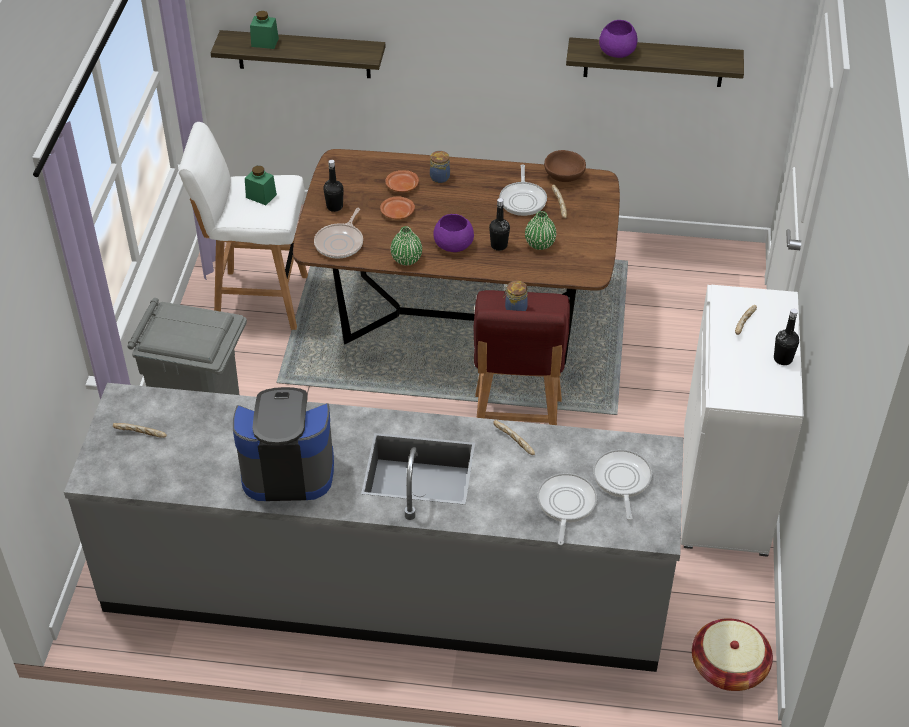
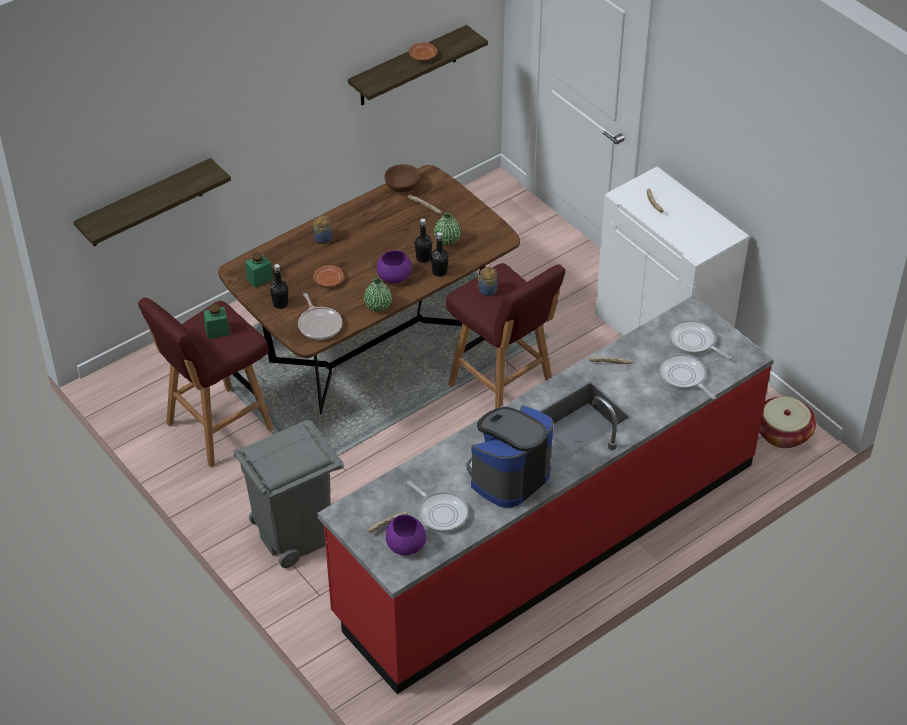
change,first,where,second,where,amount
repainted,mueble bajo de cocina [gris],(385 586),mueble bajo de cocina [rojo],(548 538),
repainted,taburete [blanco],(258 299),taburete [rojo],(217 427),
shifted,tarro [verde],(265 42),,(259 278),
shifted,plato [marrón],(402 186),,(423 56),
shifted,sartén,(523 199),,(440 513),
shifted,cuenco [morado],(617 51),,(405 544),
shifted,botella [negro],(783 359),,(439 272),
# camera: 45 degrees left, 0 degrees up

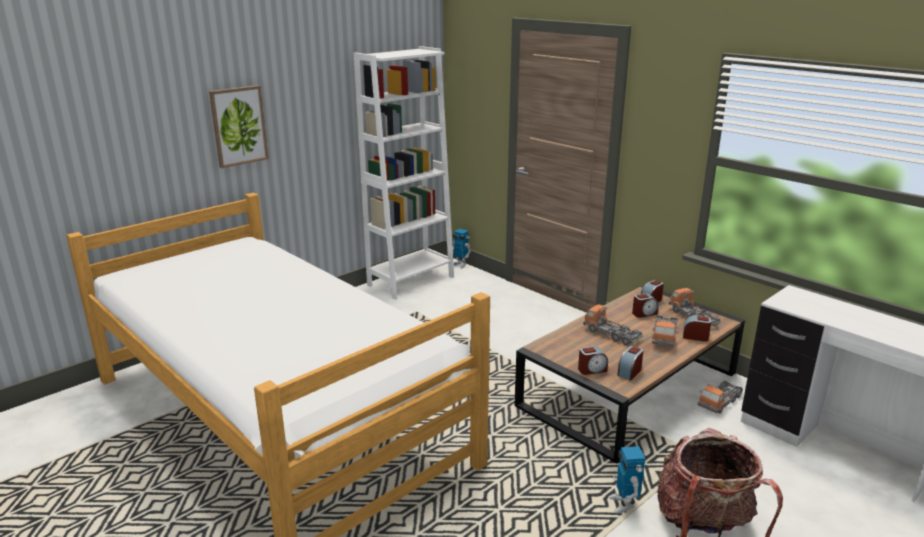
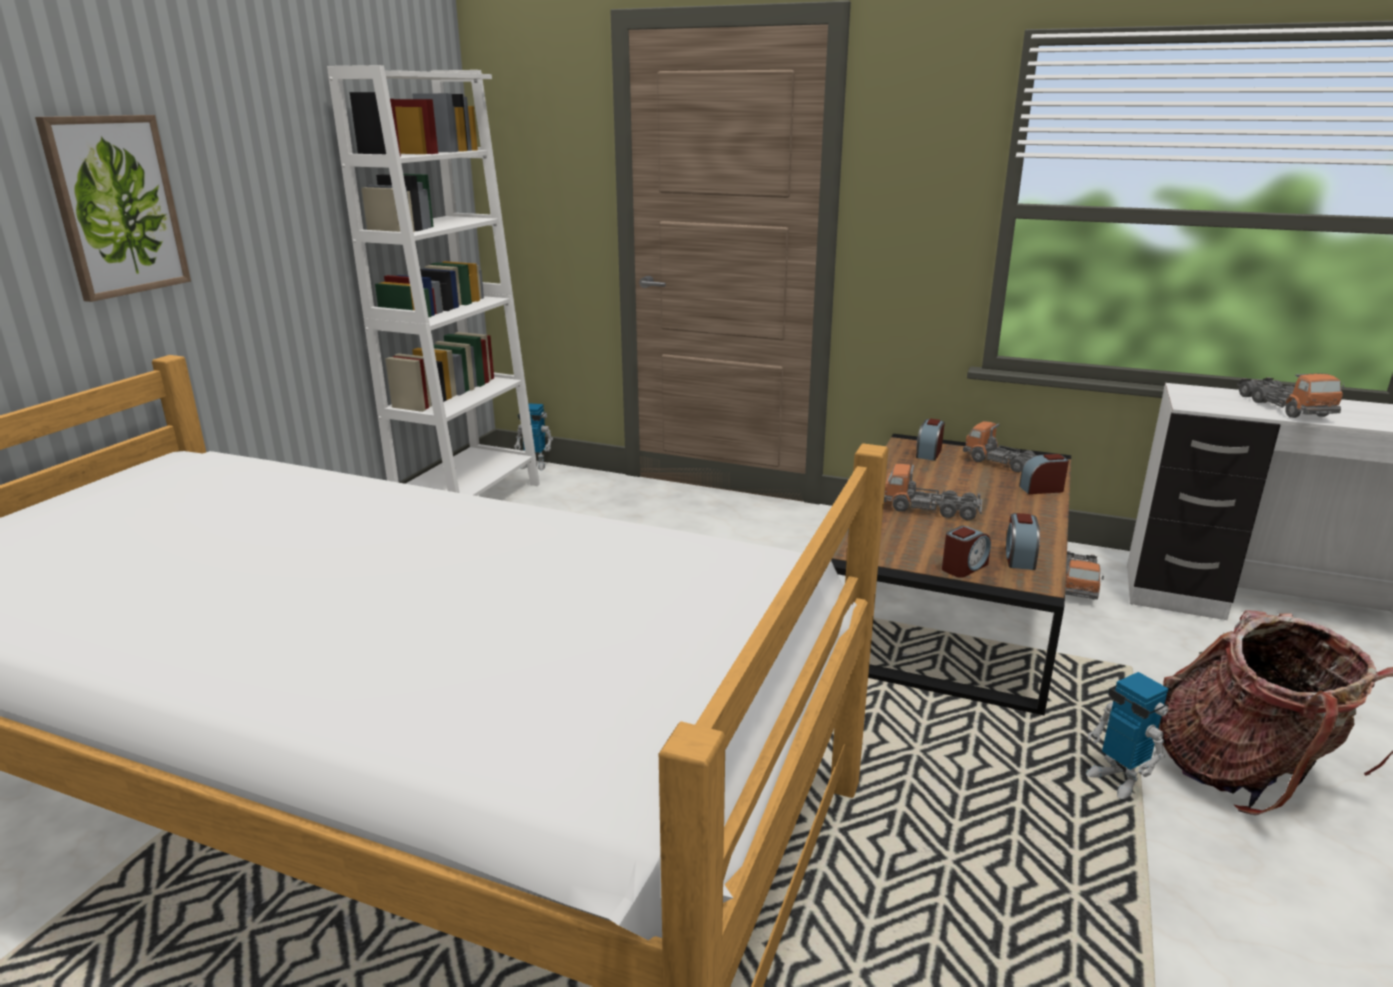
change,first,where,second,where,amount
gone,despertador,(644 313),,,
shifted,camión de juguete,(664 336),,(1283 407),
# camera: 25 degrees left, 0 degrees up

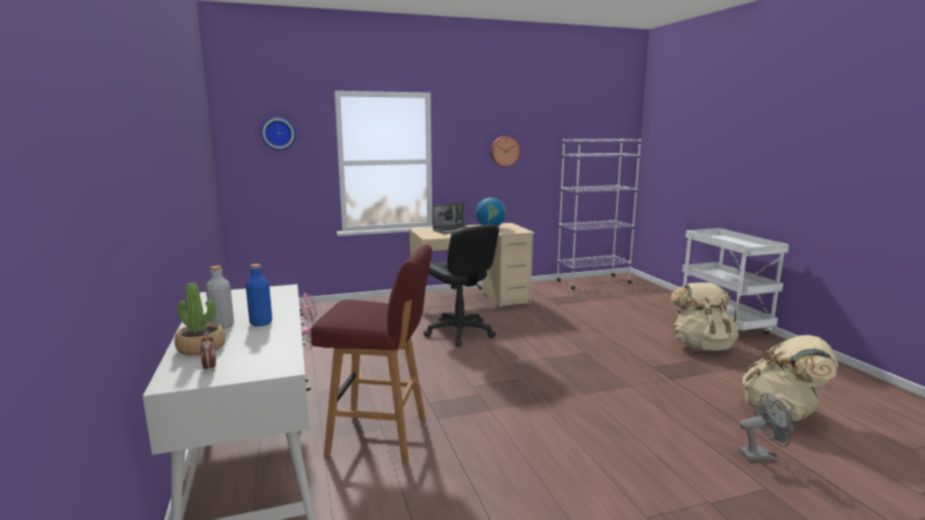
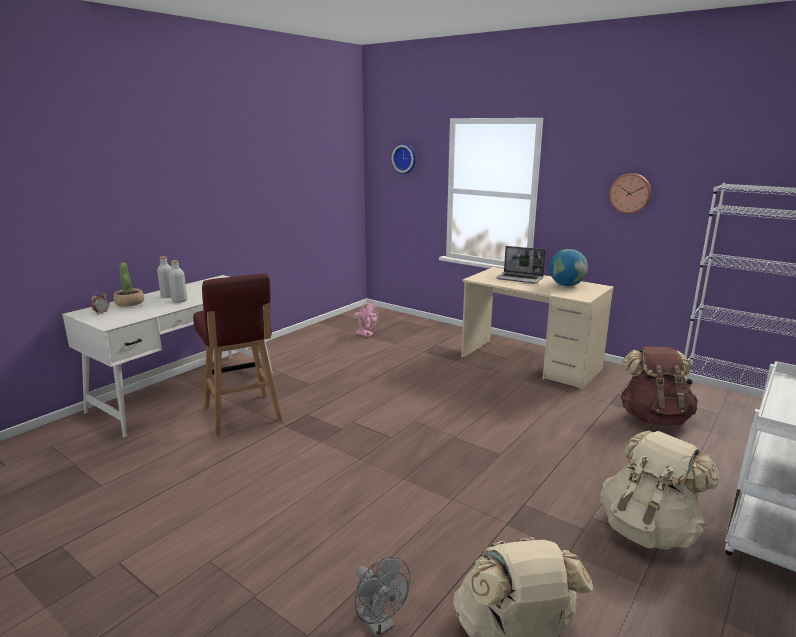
change,first,where,second,where,amount
repainted,botella [azul],(261 323),botella [gris],(179 301),
gone,silla de oficina [negro],(459 332),,,
new,,,mochila [marrón],(654 418),
# camera: 55 degrees right, 5 degrees up

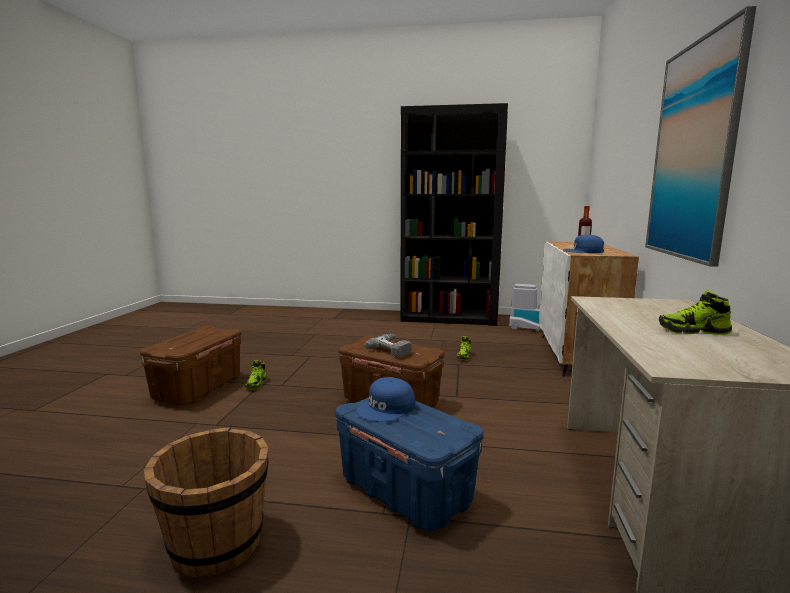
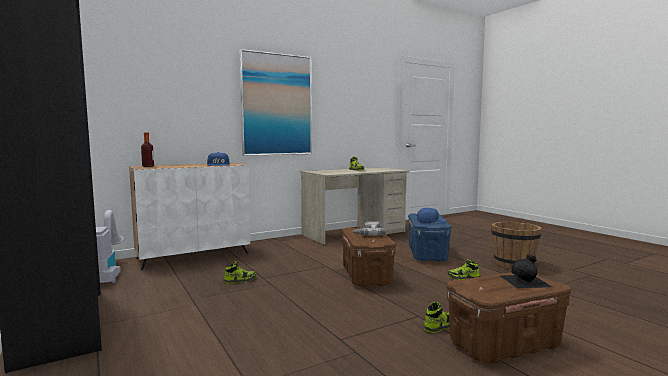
change,first,where,second,where,amount
new,,,zapato,(463 278),
new,,,botella [negro],(526 281),
# camera: 130 degrees left, 5 degrees down

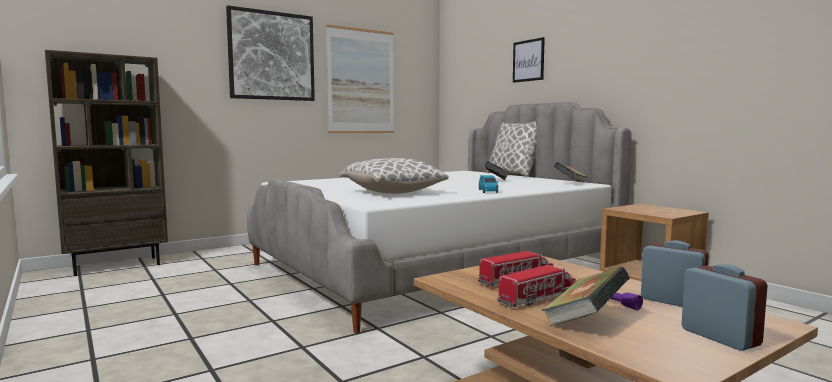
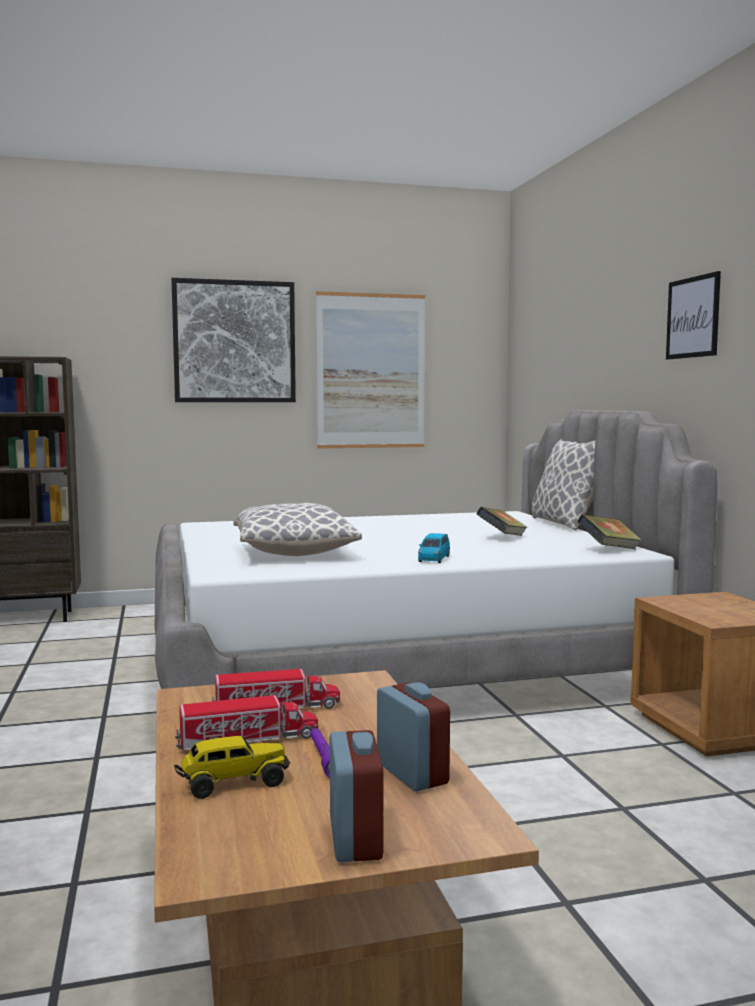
change,first,where,second,where,amount
shifted,cuadro,(528 60),,(693 317),
swapped,libro,(585 321),camión de juguete,(233 783),
# camera: 20 degrees right, 0 degrees up

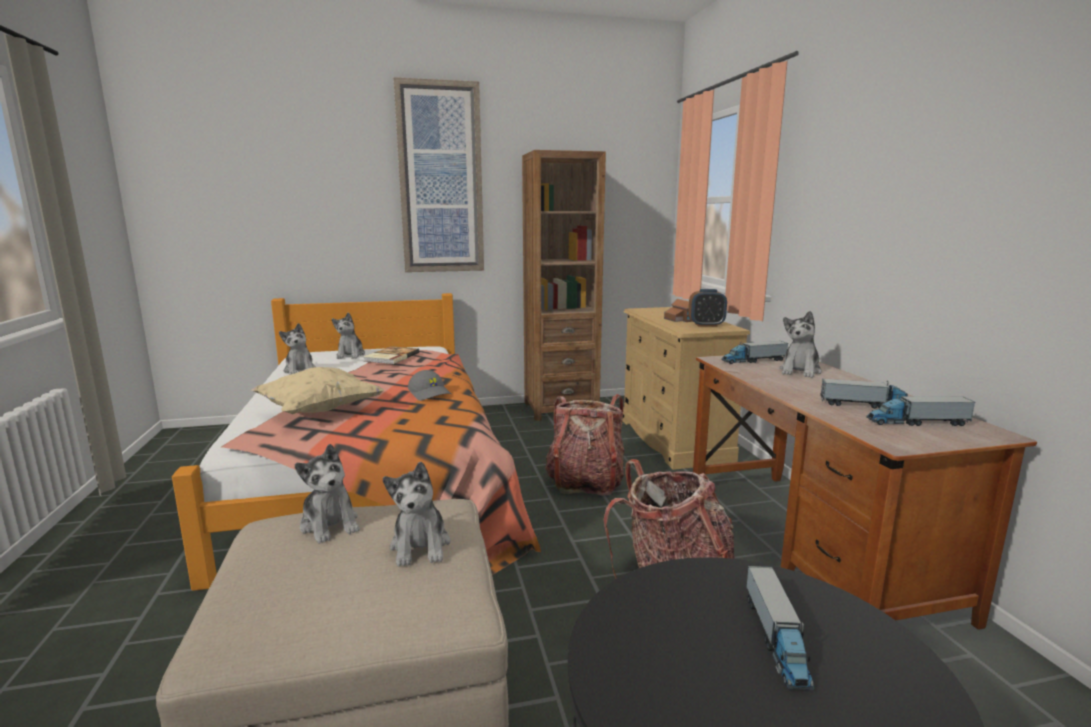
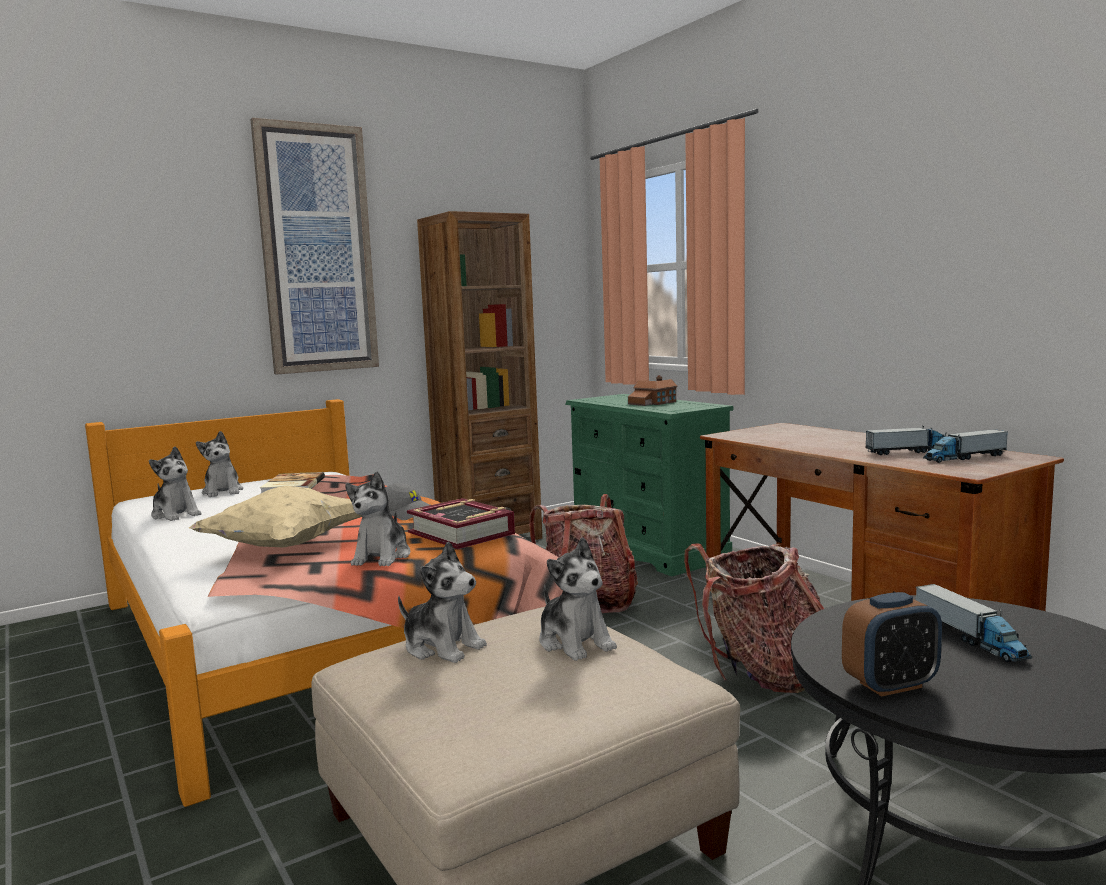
change,first,where,second,where,amount
repainted,cómoda [beis],(673 439),cómoda [verde],(647 549),
shifted,despertador,(706 325),,(890 685),
gone,camión de juguete,(754 361),,,
shifted,peluche,(800 371),,(382 557),
new,,,libro,(462 533),
# camera: 20 degrees left, 5 degrees down

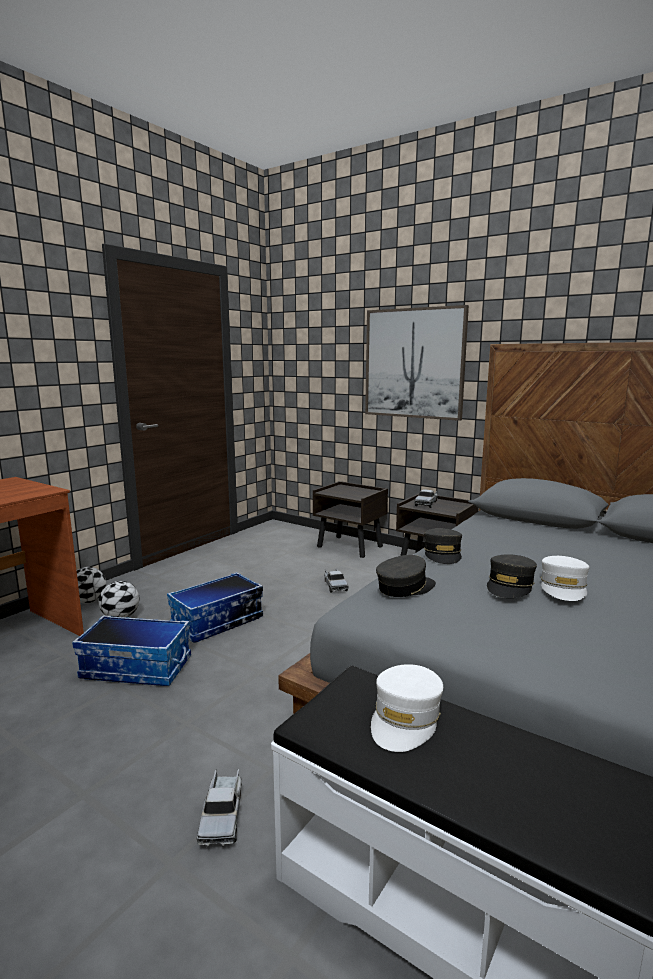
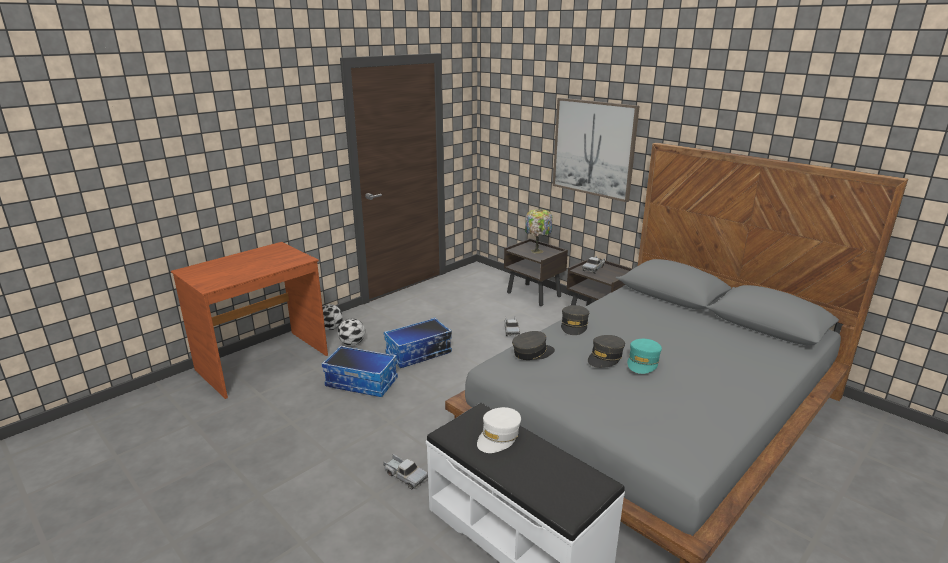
change,first,where,second,where,amount
rotated,camión de juguete,(222 815),,(405 476),60 degrees counterclockwise
repainted,gorra [blanco],(563 587),gorra [turquesa],(643 362),
new,,,lámpara de mesa,(537 251),
# camera: 10 degrees right, 10 degrees up

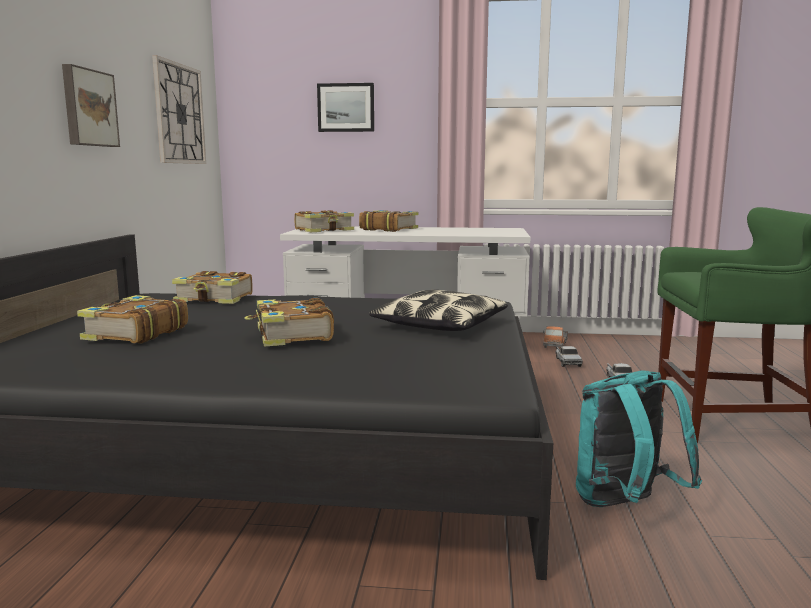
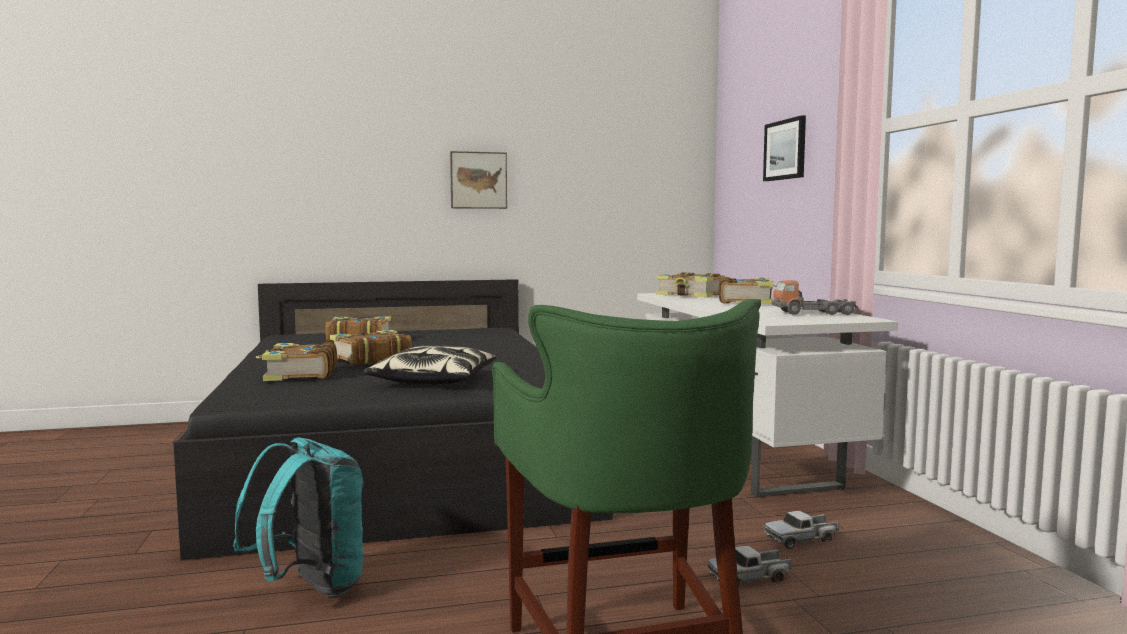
change,first,where,second,where,amount
gone,reloj de pared,(179 114),,,
shifted,libro,(215 299),,(299 374),
shifted,camión de juguete,(555 344),,(813 313),
# camera: 70 degrees right, 5 degrees down

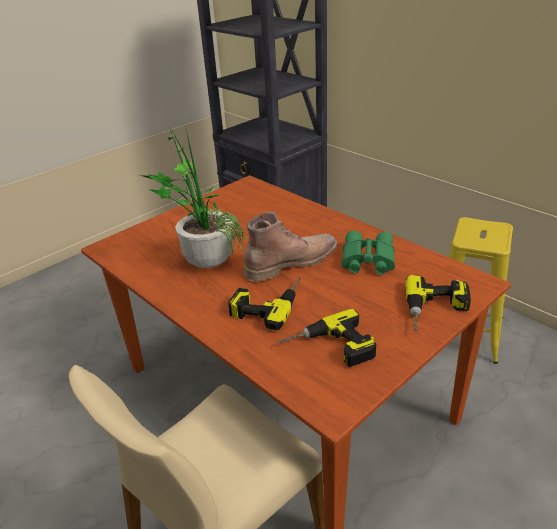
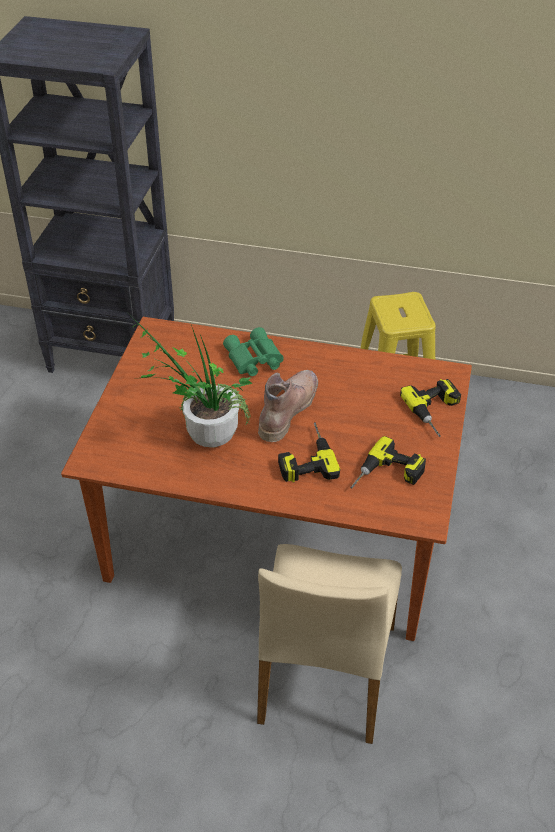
change,first,where,second,where,amount
shifted,prismáticos [verde],(366 260),,(253 359),
# camera: 35 degrees left, 10 degrees up

